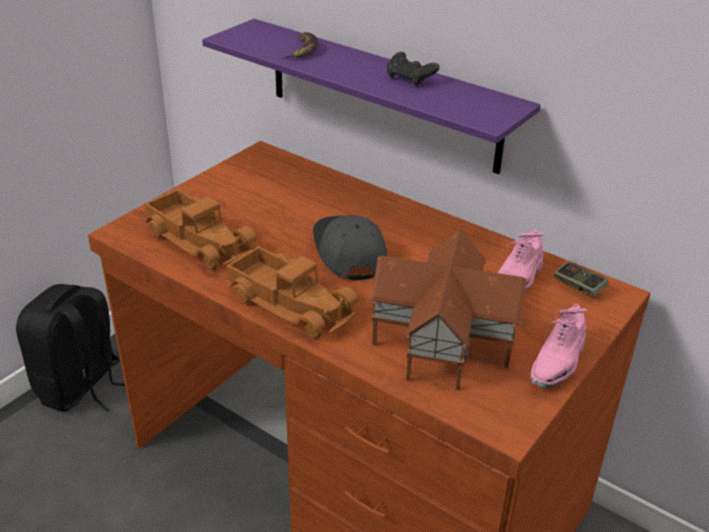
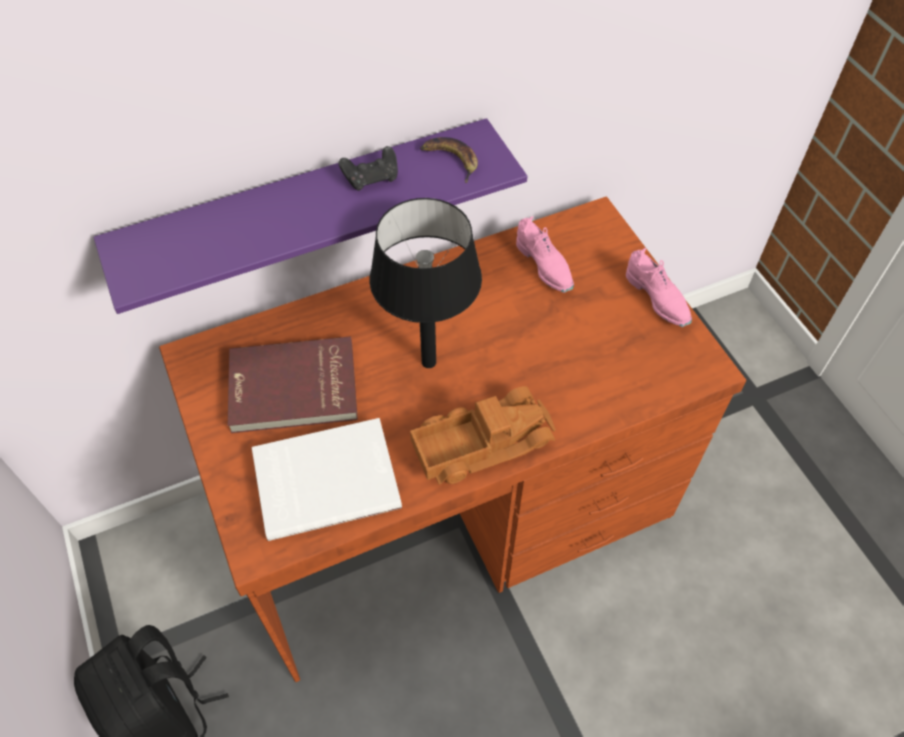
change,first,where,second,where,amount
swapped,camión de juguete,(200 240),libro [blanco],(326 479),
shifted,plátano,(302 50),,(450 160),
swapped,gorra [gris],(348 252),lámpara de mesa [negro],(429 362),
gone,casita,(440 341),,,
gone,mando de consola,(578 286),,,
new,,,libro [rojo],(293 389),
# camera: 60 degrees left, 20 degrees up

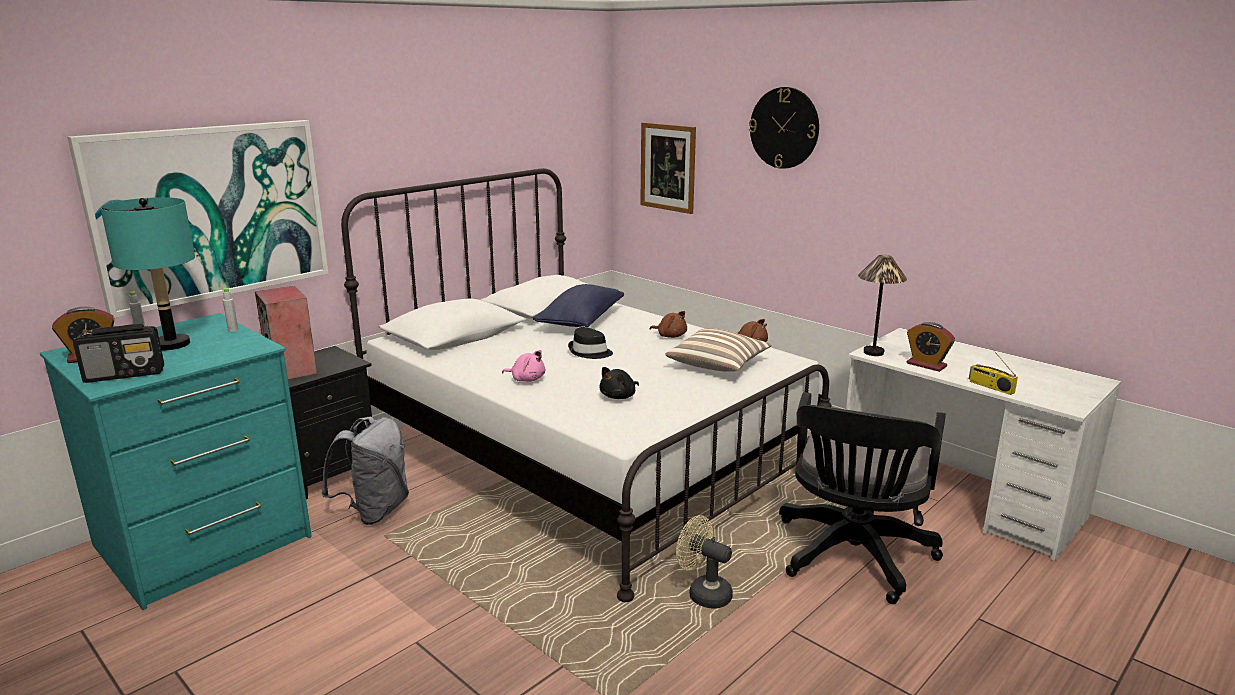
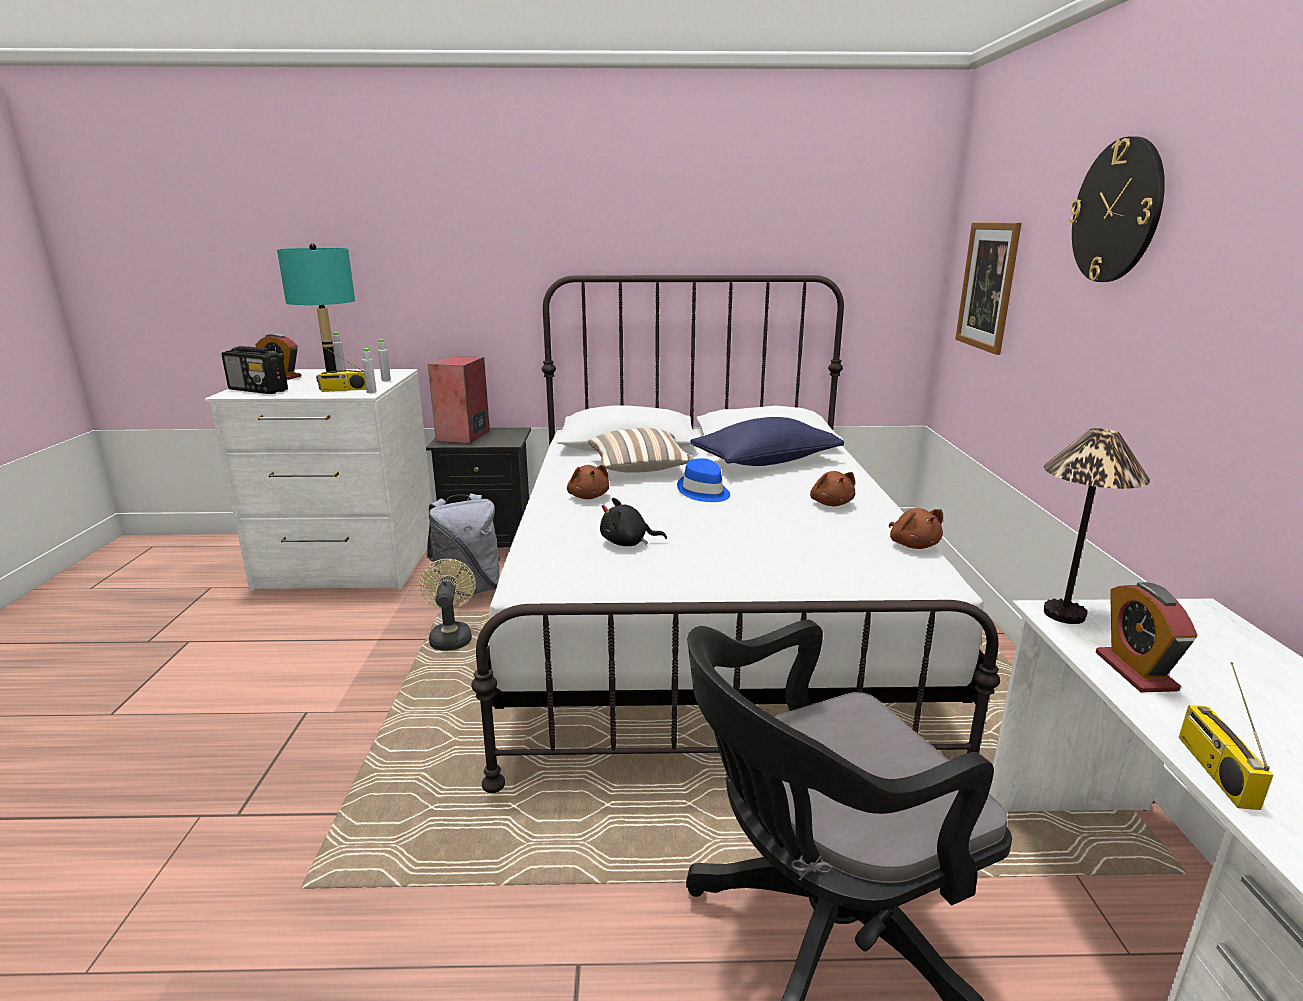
change,first,where,second,where,amount
repainted,cómoda [turquesa],(204 542),cómoda [blanco],(348 562),
gone,cuadro,(211 212),,,
repainted,peluche [rosa],(526 379),peluche [marrón],(588 496),
repainted,sombrero [negro],(590 352),sombrero [azul],(704 492),
shifted,cojín,(718 365),,(639 469),
shifted,ventilador [beis],(703 593),,(451 637),
new,,,radio,(343 390),
new,,,botella [gris],(371 392),
# camera: 45 degrees right, 0 degrees up

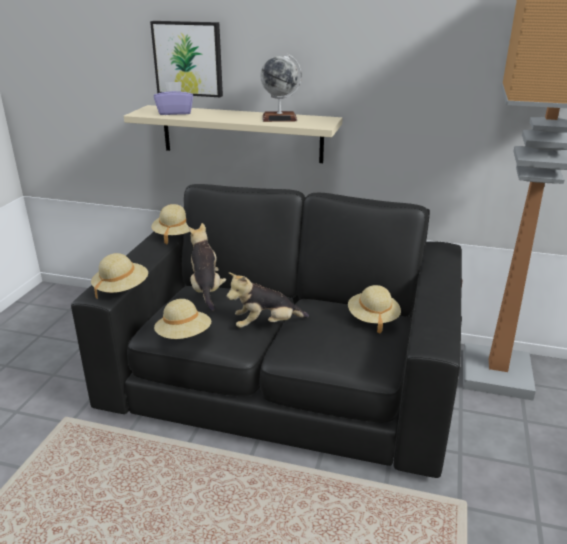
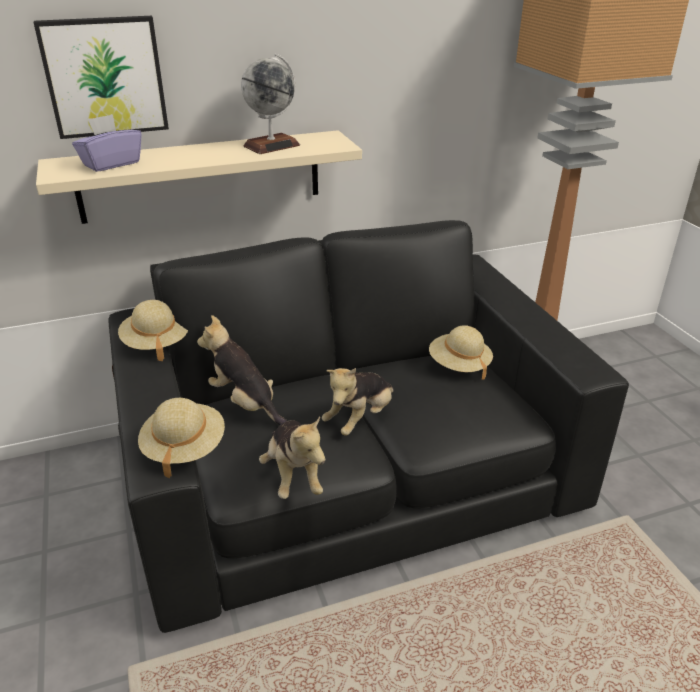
change,first,where,second,where,amount
swapped,sombrero [beis],(184 336),peluche,(294 475),
# camera: 35 degrees left, 5 degrees up

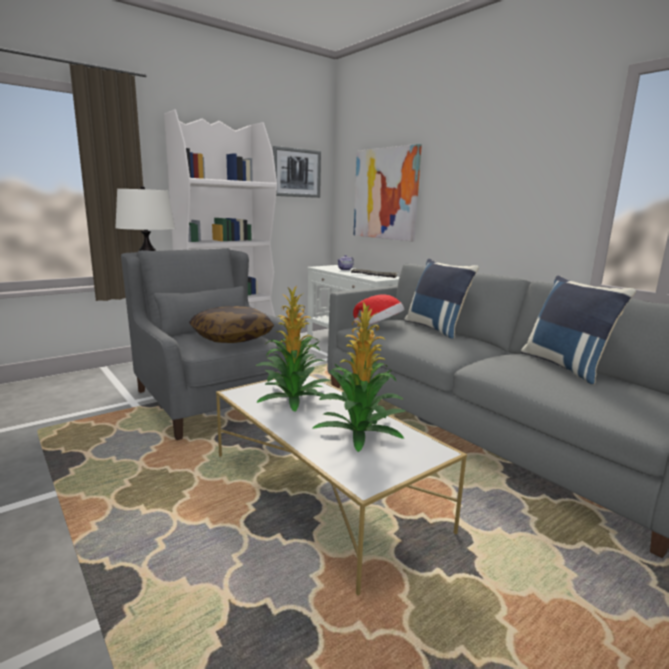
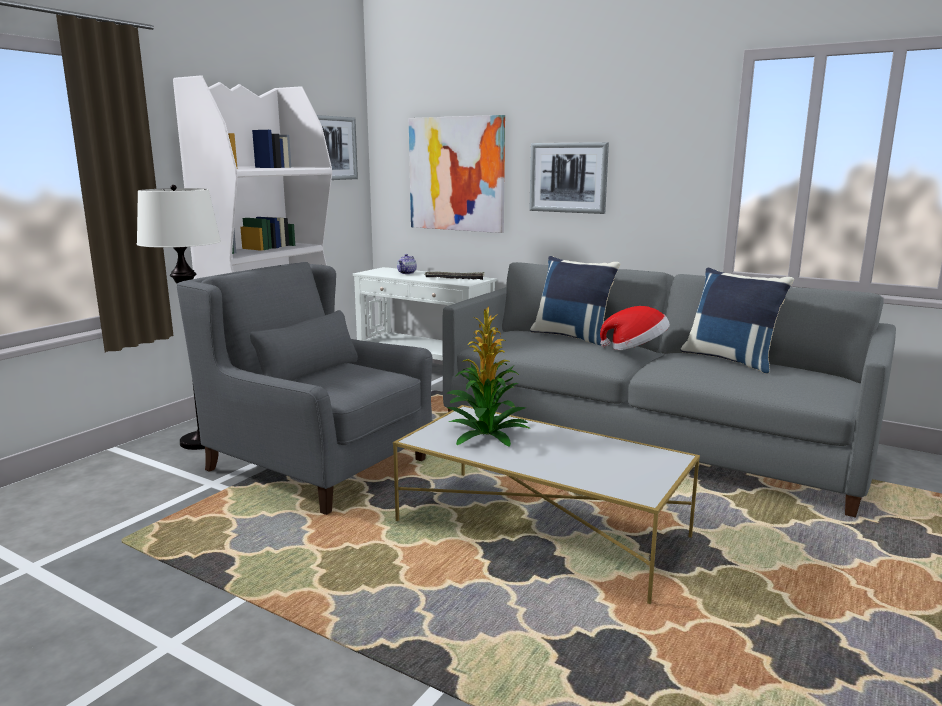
change,first,where,second,where,amount
gone,cojín,(232 337),,,
gone,planta en maceta,(361 432),,,
shifted,sombrero,(379 327),,(636 348),
new,,,cuadro,(568 177),
# camera: 20 degrees left, 0 degrees up

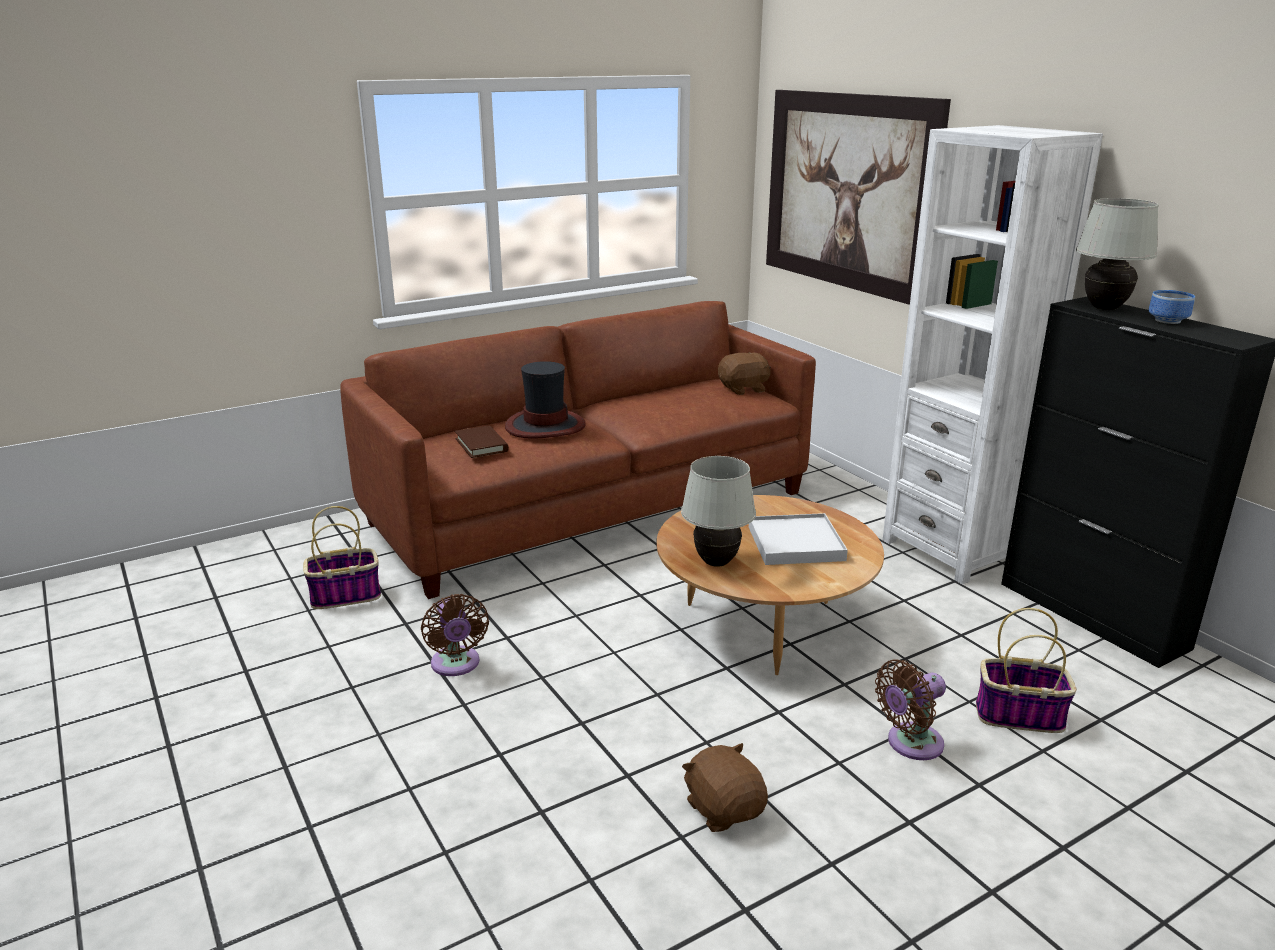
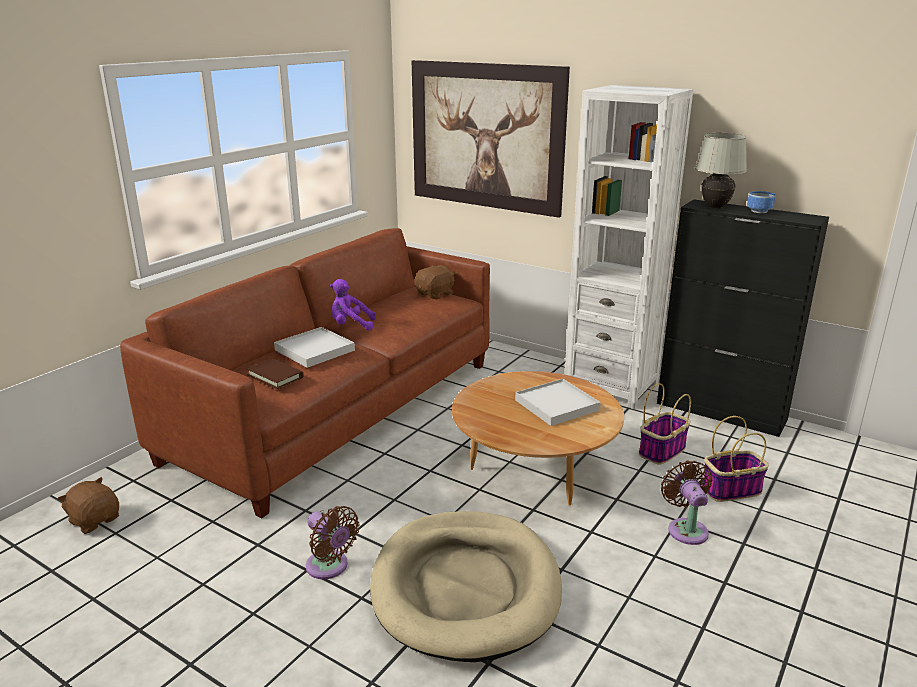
change,first,where,second,where,amount
shifted,cesta,(346 596),,(662 450),
swapped,sombrero,(545 426),bandeja [blanco],(314 350),
gone,lámpara de mesa [blanco],(717 562),,,
shifted,peluche [marrón],(724 809),,(95 520),
rotated,ventilador [marrón],(910 744),,(686 529),135 degrees clockwise
new,,,peluche [morado],(351 326),
new,,,cama para perro [beis],(465 588),
# camera: 25 degrees left, 0 degrees up

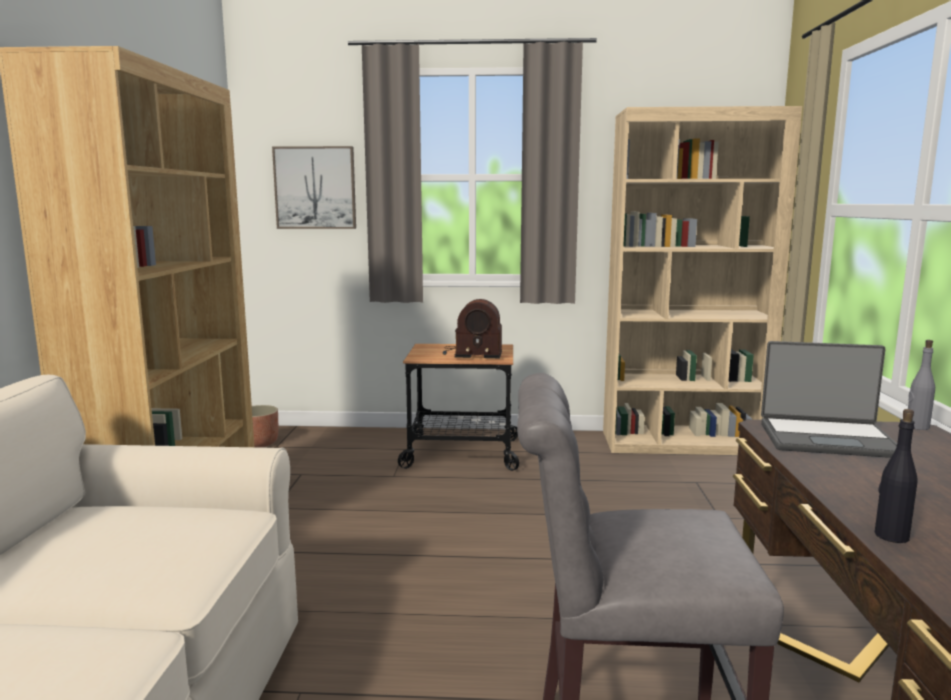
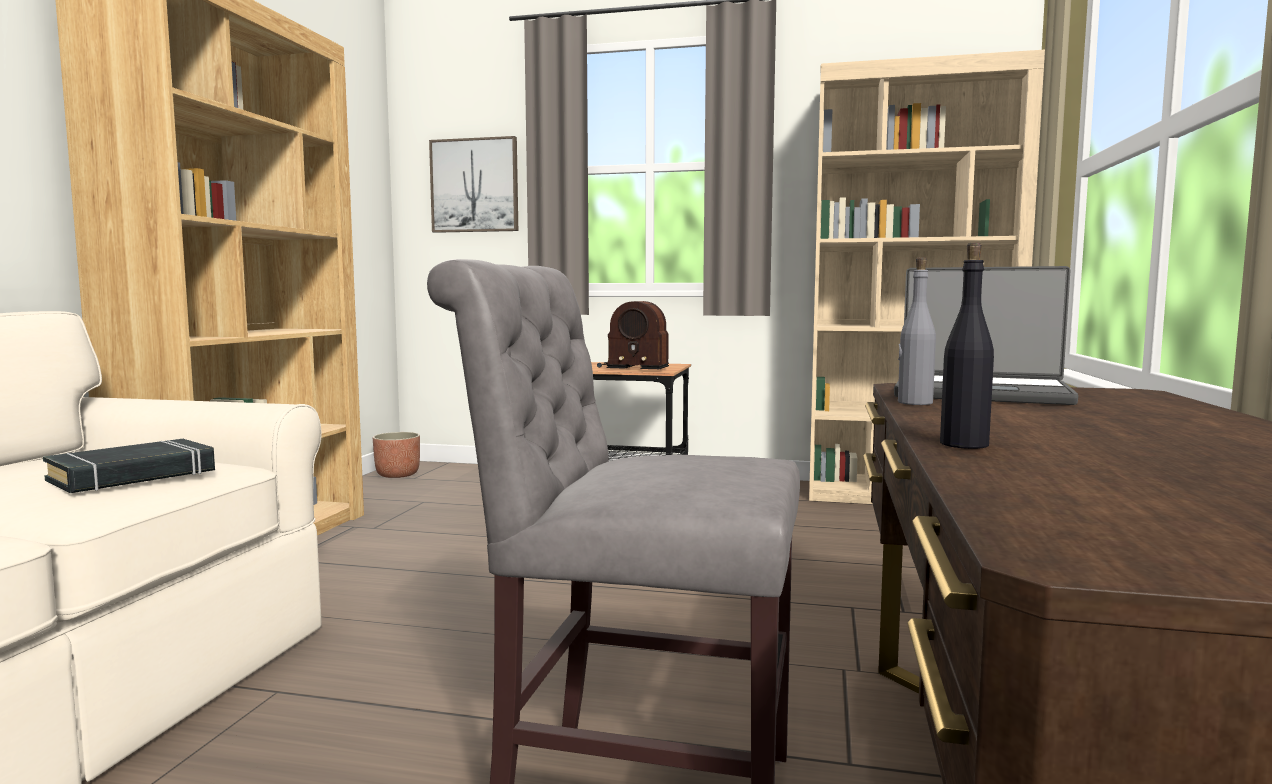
change,first,where,second,where,amount
shifted,botella [gris],(917 427),,(914 403),
new,,,libro [negro],(133 476),
# camera: 10 degrees right, 5 degrees down

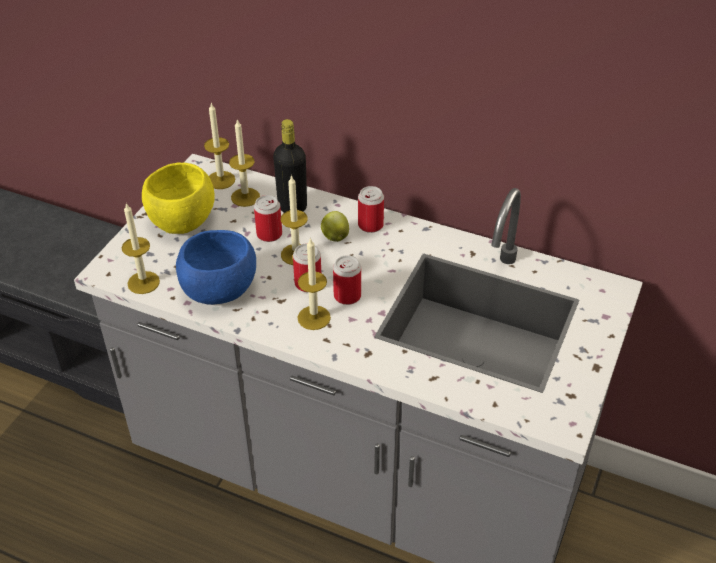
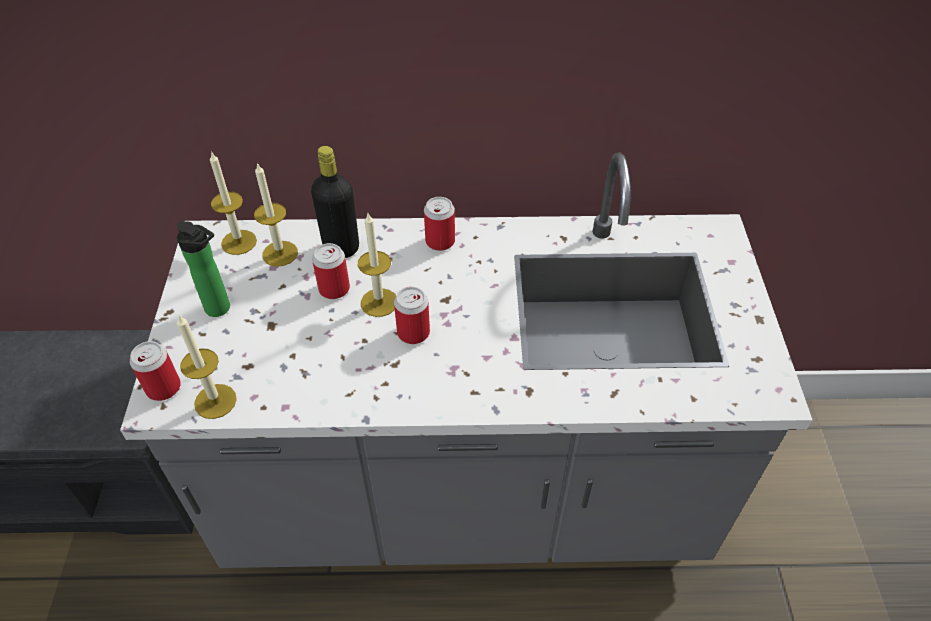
change,first,where,second,where,amount
swapped,cuenco [amarillo],(181 223),botella,(221 309),
gone,cuenco [azul],(218 291),,,
gone,vela,(314 317),,,
gone,manzana,(335 236),,,
shifted,lata,(347 296),,(163 387),
# camera: 25 degrees left, 5 degrees up

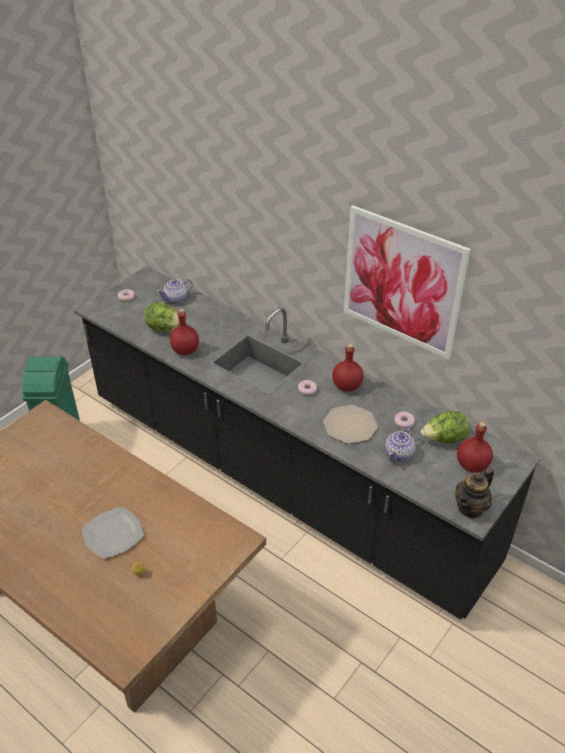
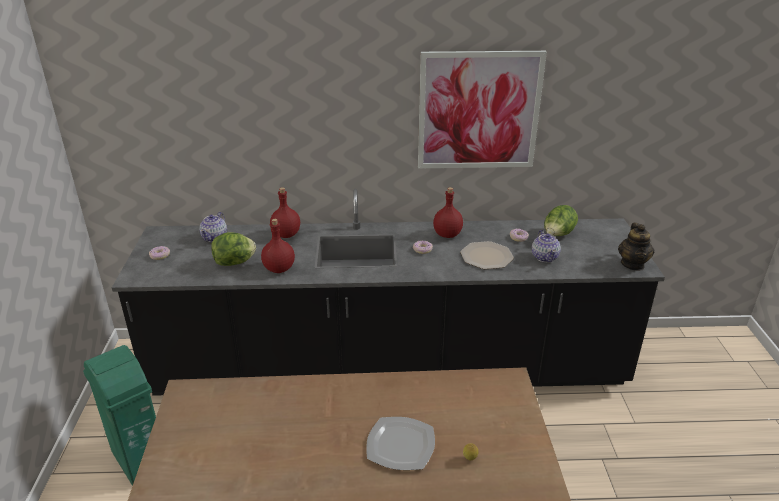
change,first,where,second,where,amount
shifted,botella [rojo],(472 466),,(286 235),
# camera: 40 degrees left, 10 degrees down

